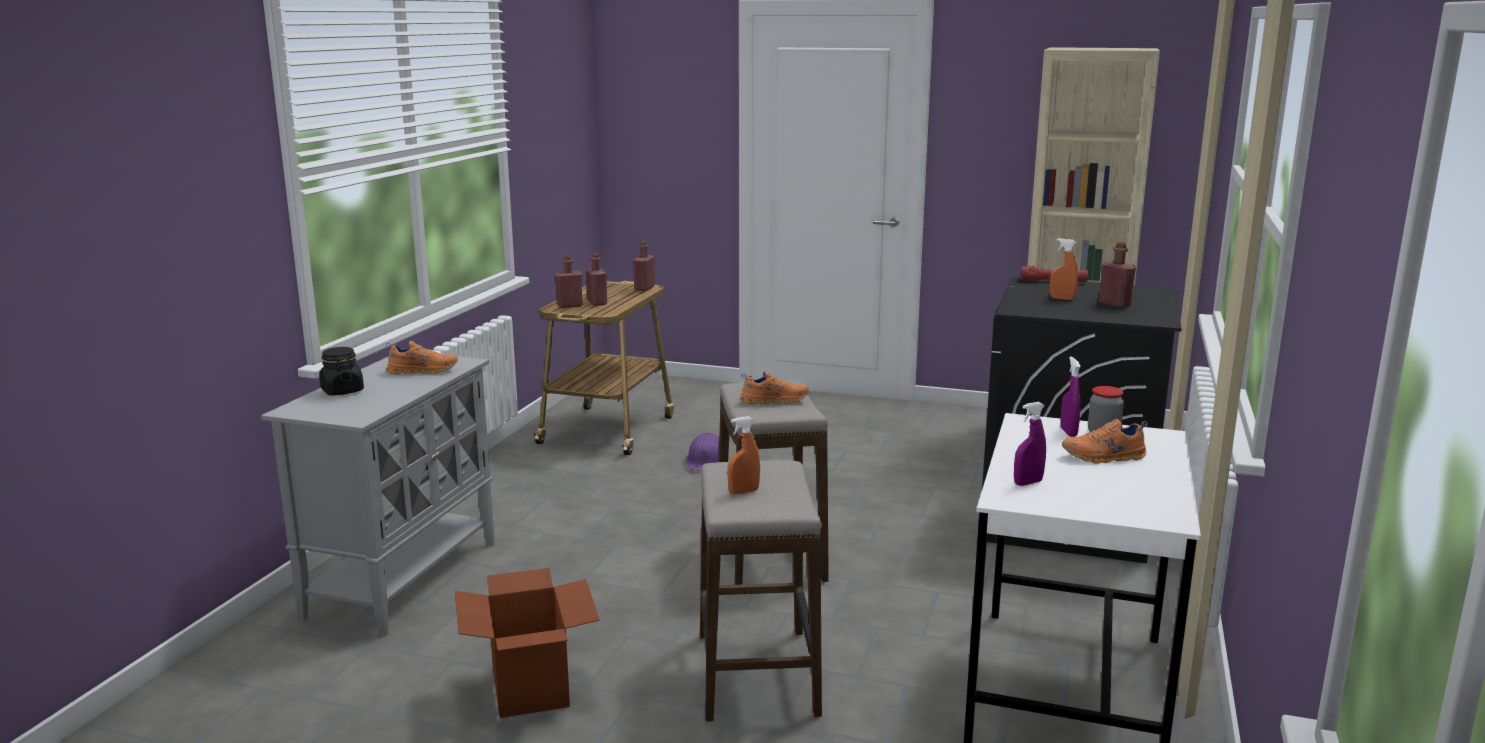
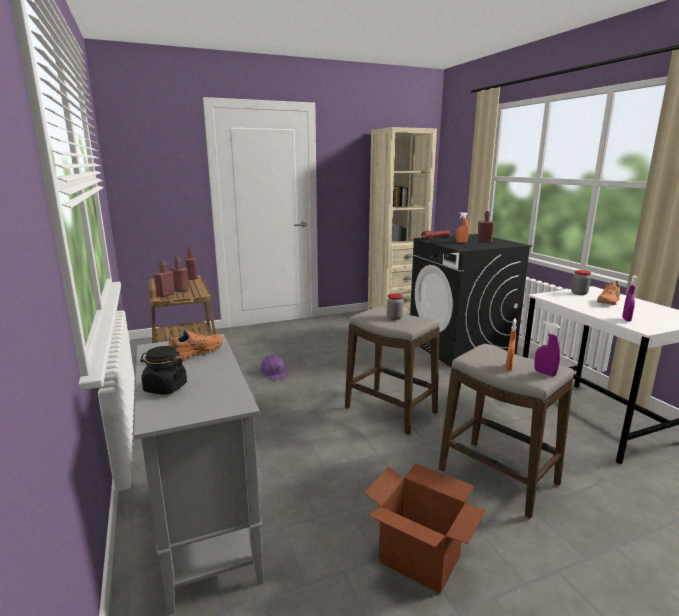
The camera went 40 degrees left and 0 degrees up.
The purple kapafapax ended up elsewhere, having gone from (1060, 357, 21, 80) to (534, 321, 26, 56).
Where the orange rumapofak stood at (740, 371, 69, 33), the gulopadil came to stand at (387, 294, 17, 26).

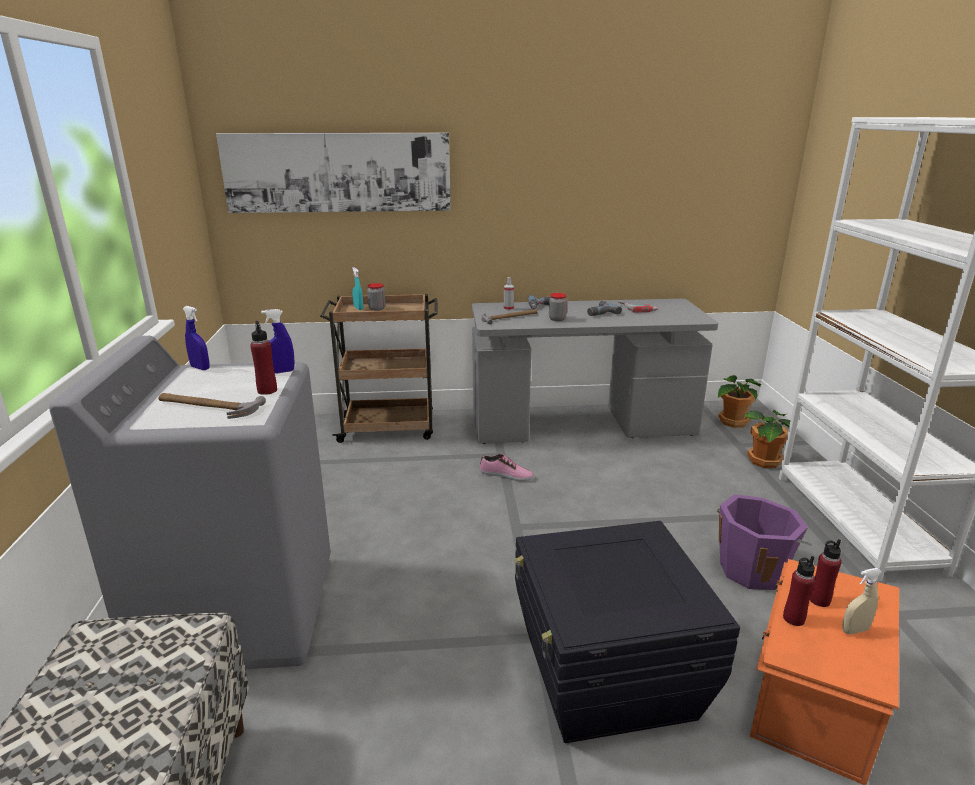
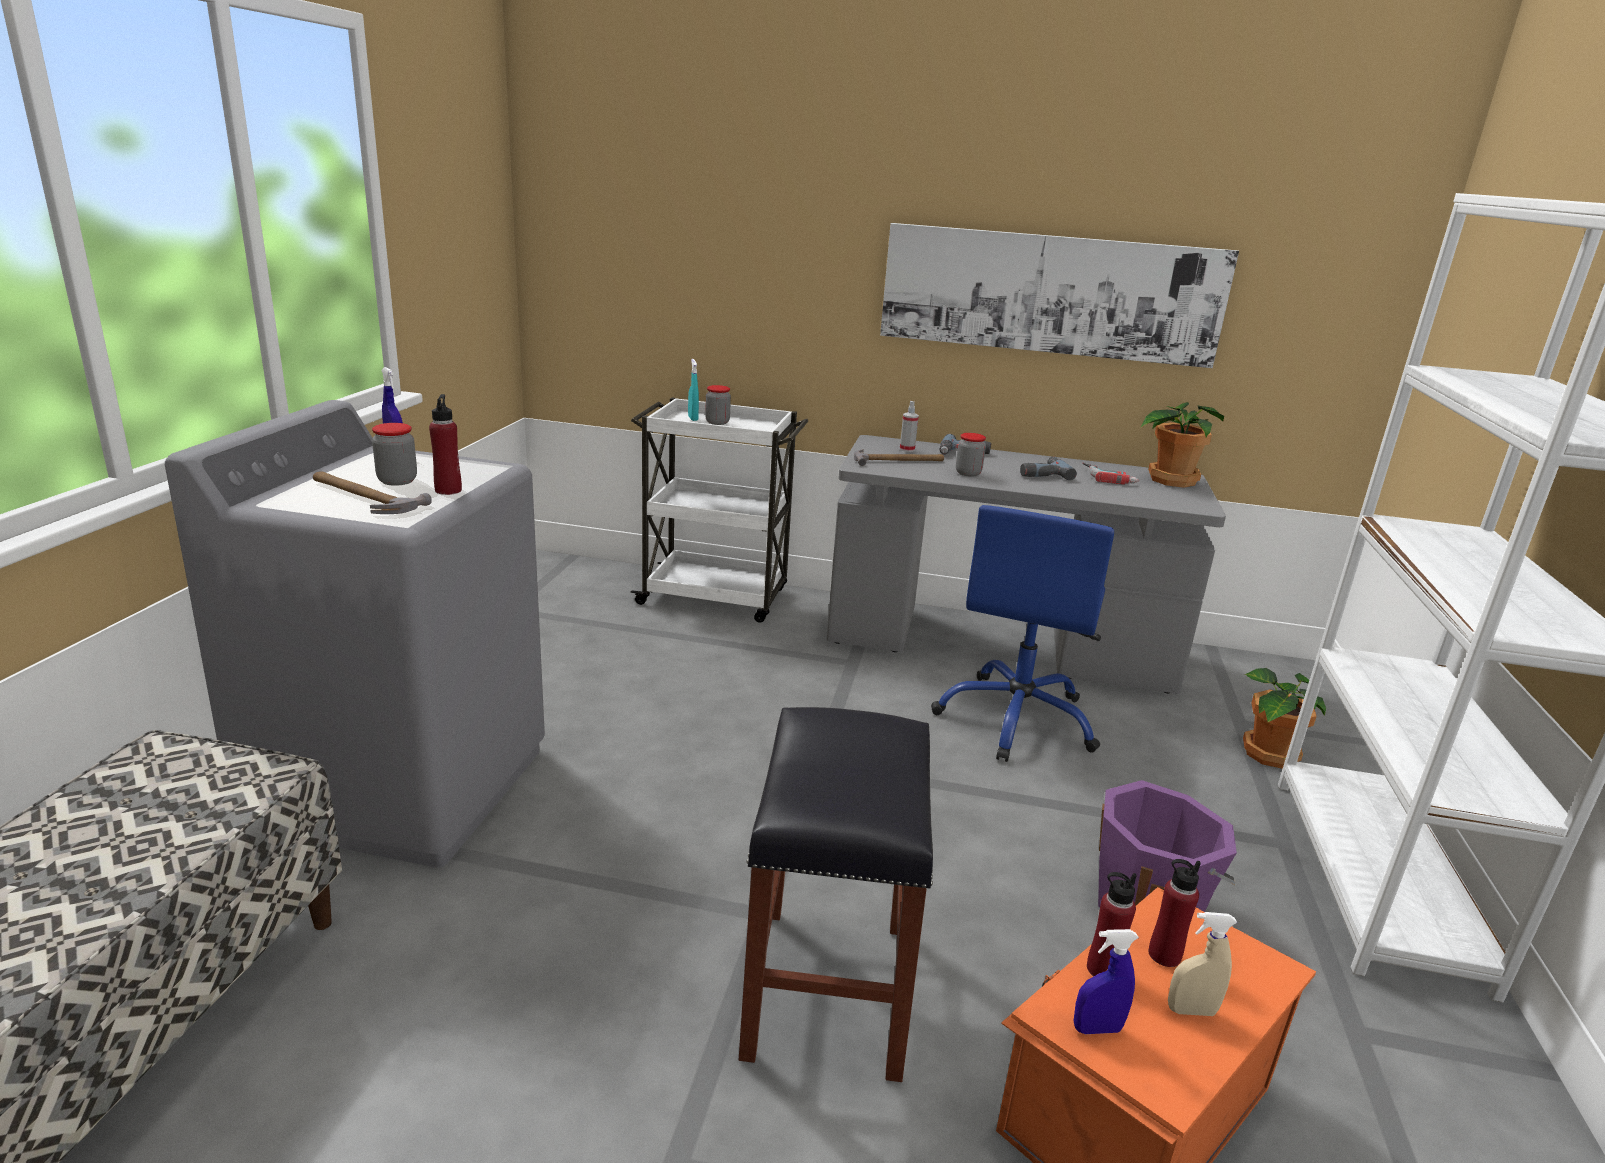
The camera went 15 degrees right and 0 degrees up.
The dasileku ended up elsewhere, having gone from (216, 133, 235, 80) to (880, 223, 359, 145).
What was the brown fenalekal at (320, 294, 118, 149) turned into the white fenalekal at (631, 398, 177, 225).
The blue kapafapax ended up elsewhere, having gone from (261, 309, 33, 65) to (1074, 929, 65, 105).
The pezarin ended up elsewhere, having gone from (718, 375, 43, 53) to (1141, 402, 83, 86).
The second view lost the rumapofak at (480, 454, 54, 27).
Where the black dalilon stood at (515, 521, 225, 222), the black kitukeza came to stand at (739, 707, 194, 375).
The second view gained the gulopadil at (372, 423, 45, 63).
The second view gained the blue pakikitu at (931, 505, 183, 257).

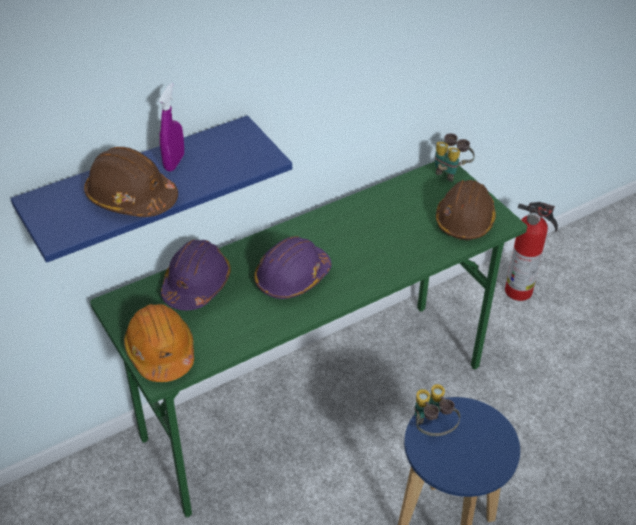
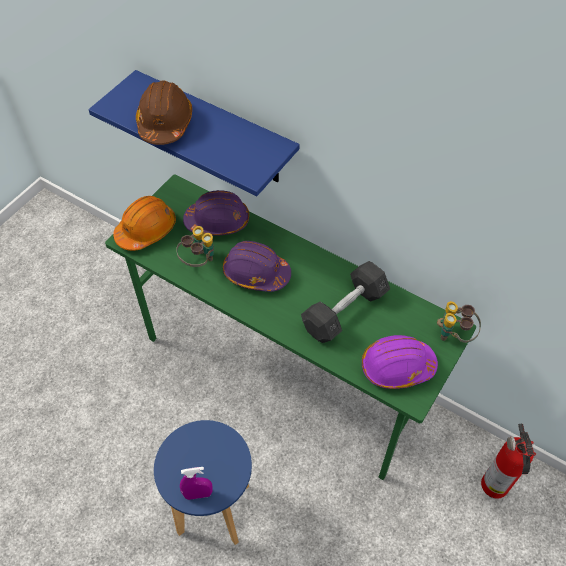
The camera went 65 degrees right and 10 degrees up.
The purple kapafapax ended up elsewhere, having gone from (159, 83, 25, 89) to (180, 467, 33, 33).
What was the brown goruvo at (436, 180, 60, 60) turned into the purple goruvo at (362, 335, 76, 54).
The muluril ended up elsewhere, having gone from (415, 384, 45, 52) to (176, 226, 38, 41).
The second view gained the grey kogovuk at (301, 261, 89, 82).

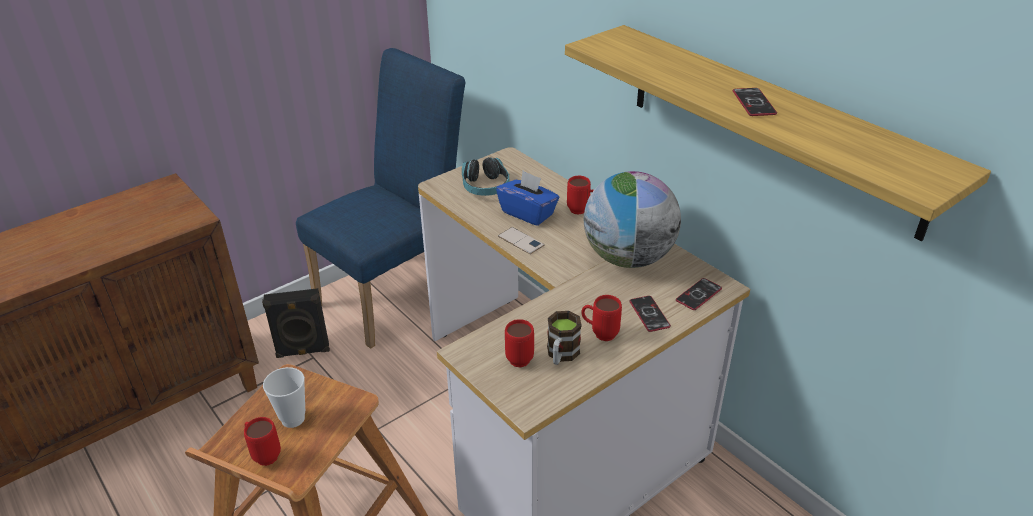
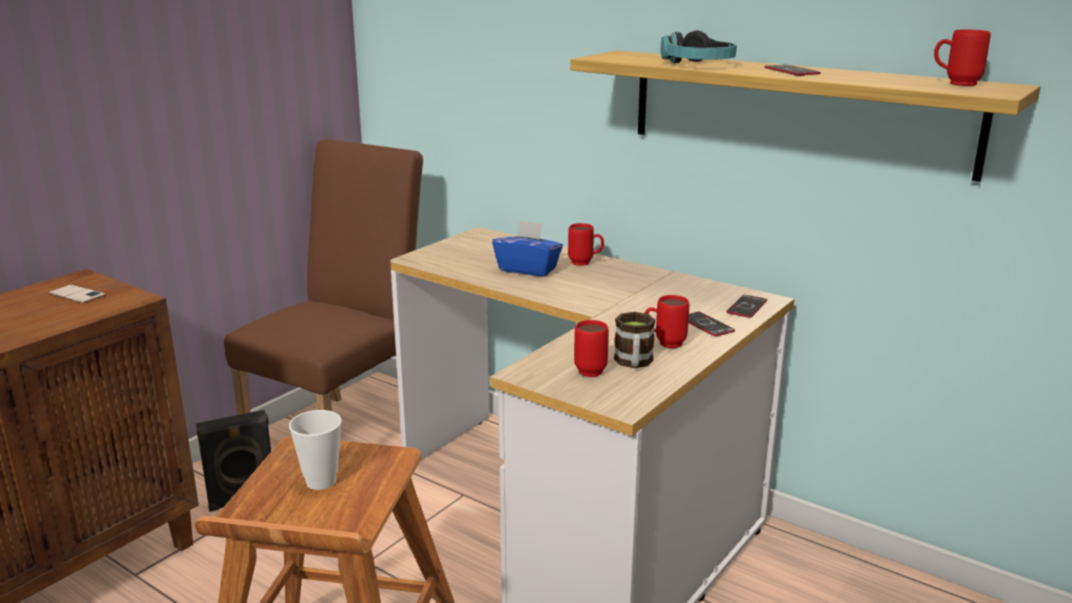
The camera went 15 degrees left and 15 degrees down.
What was the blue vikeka at (296, 48, 170, 301) turned into the brown vikeka at (224, 139, 199, 276).
The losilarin ended up elsewhere, having gone from (462, 157, 47, 39) to (661, 30, 76, 33).
The second view lost the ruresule at (584, 171, 97, 97).
The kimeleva ended up elsewhere, having gone from (498, 227, 46, 27) to (49, 284, 57, 19).
The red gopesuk ended up elsewhere, having gone from (244, 417, 37, 49) to (934, 30, 57, 56).

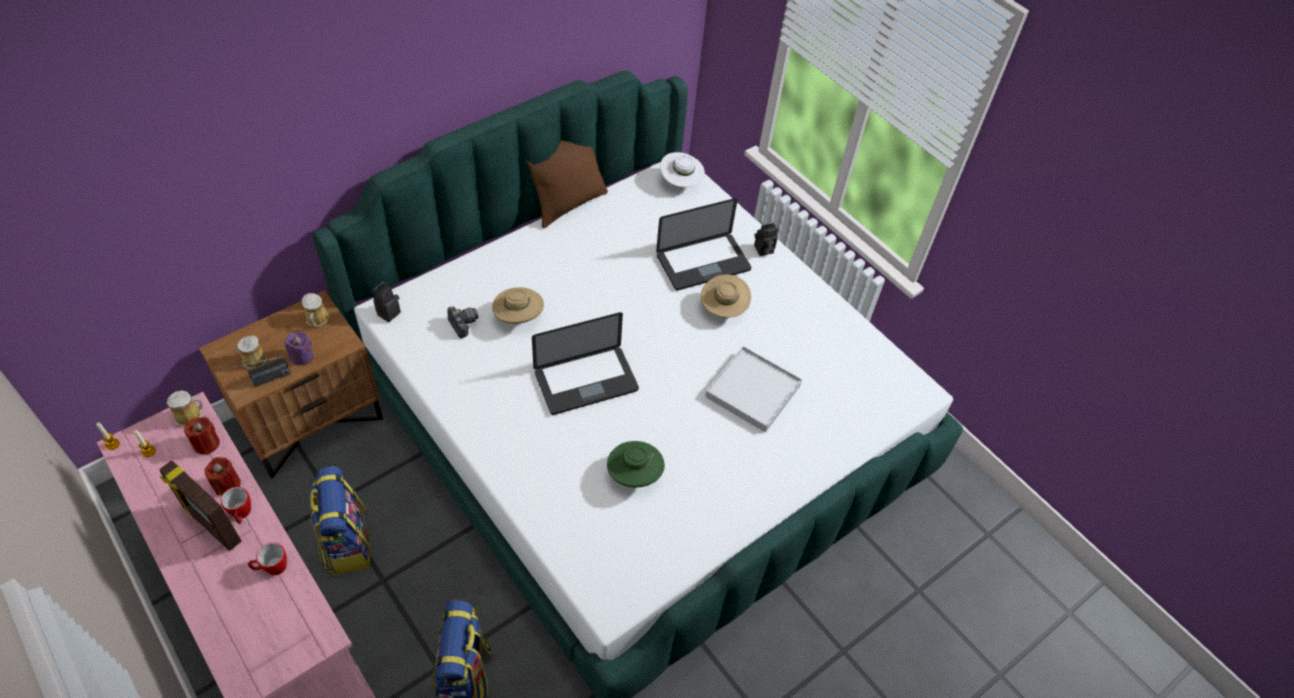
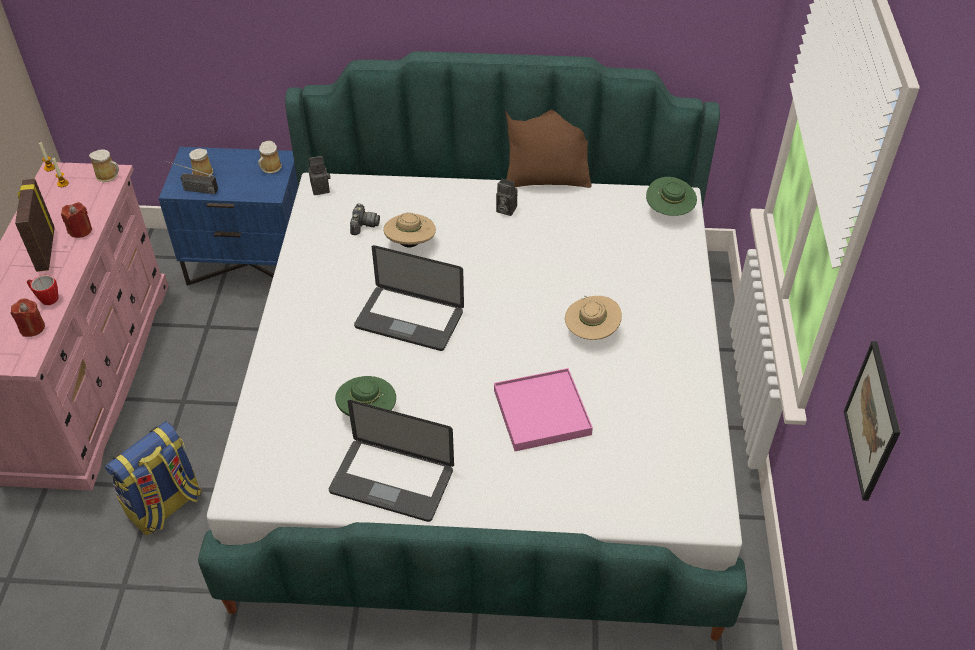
The camera went 45 degrees right and 5 degrees down.
What was the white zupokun at (660, 152, 45, 35) turned into the green zupokun at (646, 177, 51, 39).
The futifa ended up elsewhere, having gone from (656, 198, 95, 92) to (329, 400, 125, 122).
The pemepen ended up elsewhere, having gone from (754, 223, 24, 33) to (496, 179, 21, 37).
What was the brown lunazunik at (199, 290, 184, 189) turned into the blue lunazunik at (159, 147, 139, 139).
The second view lost the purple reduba at (285, 331, 29, 34).
What was the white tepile at (705, 346, 97, 87) turned into the pink tepile at (494, 368, 99, 83).
The red reduba ended up elsewhere, having gone from (184, 417, 36, 38) to (11, 299, 34, 38).
The second view lost the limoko at (309, 466, 61, 109).
The second view lost the gopesuk at (221, 487, 30, 37).
The second view gained the dasileku at (844, 341, 57, 160).

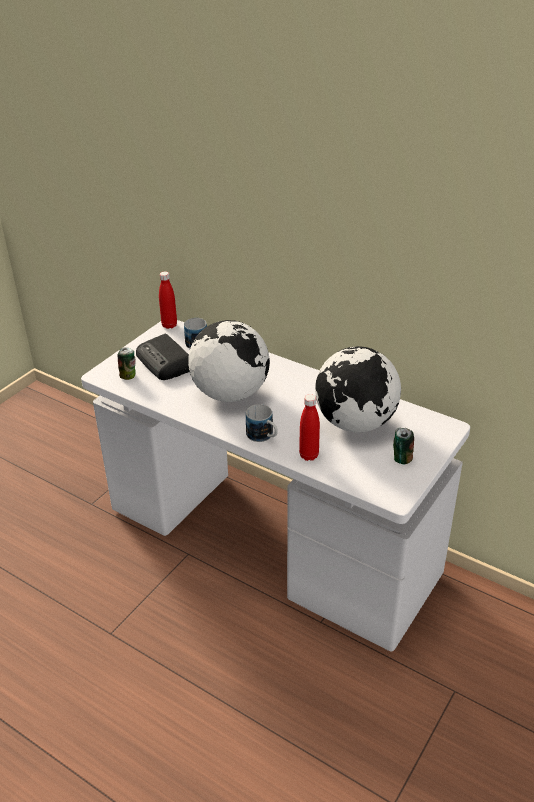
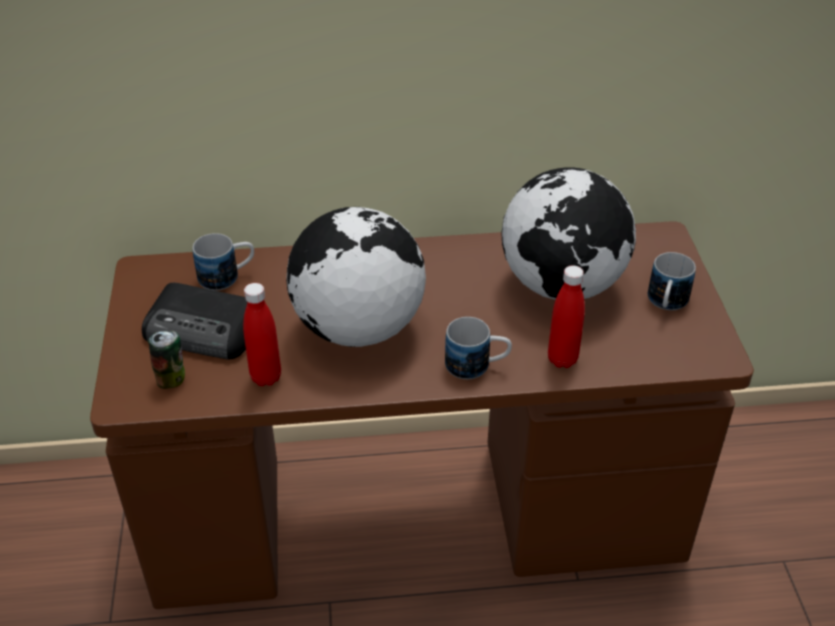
The camera went 40 degrees left and 5 degrees up.
The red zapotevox ended up elsewhere, having gone from (159, 271, 18, 58) to (243, 283, 38, 103).
What was the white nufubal at (81, 320, 389, 331) turned into the brown nufubal at (90, 221, 664, 388).
Where the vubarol stood at (393, 428, 21, 36), the gopesuk came to stand at (648, 252, 48, 58).

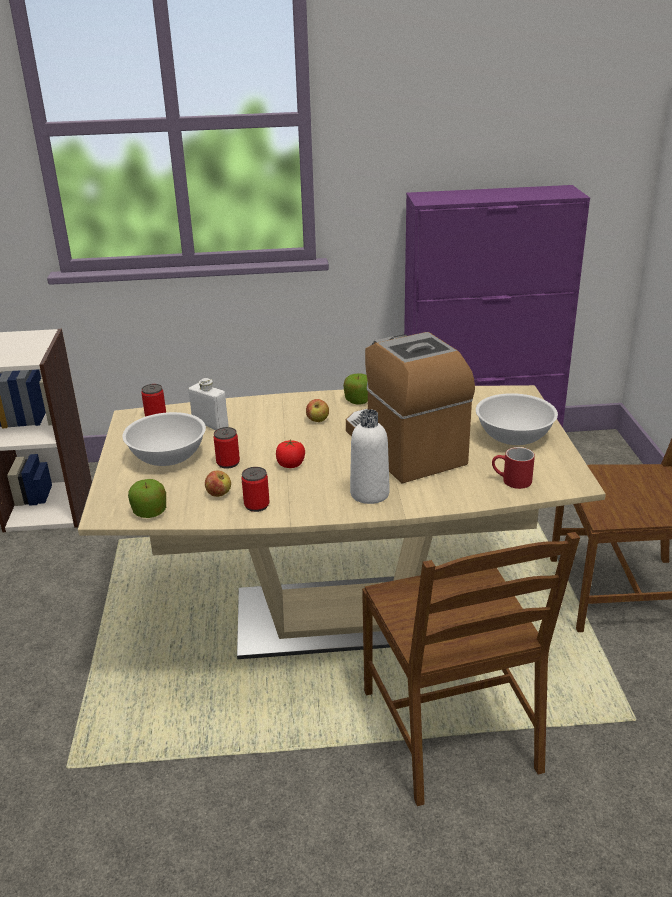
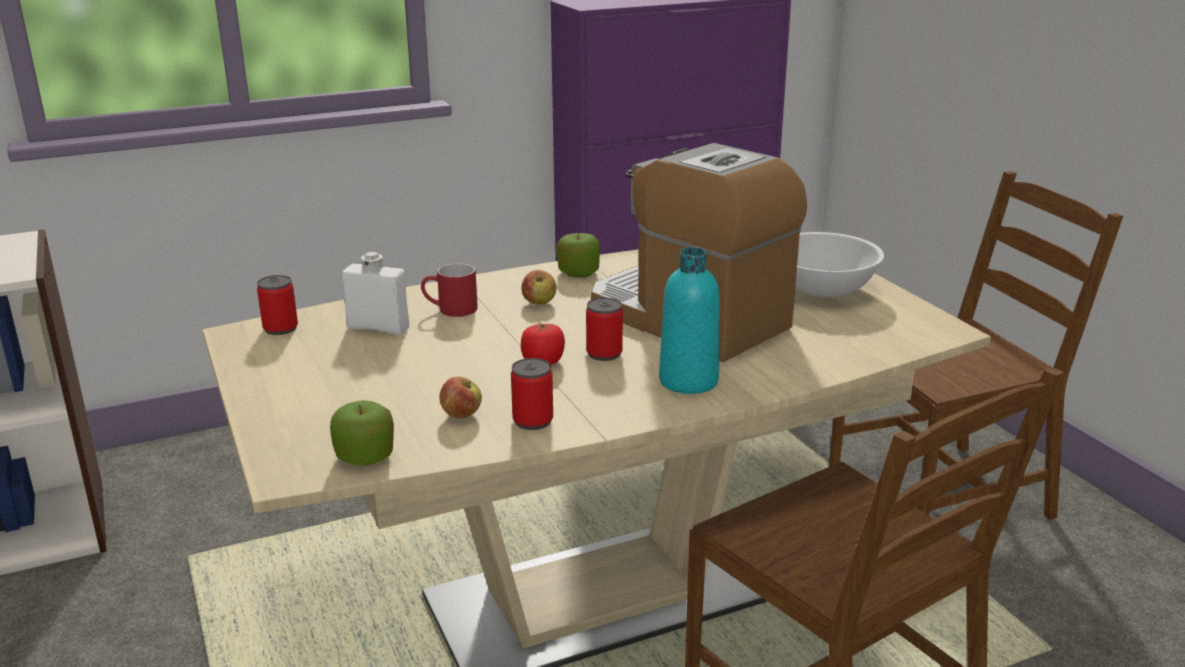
The camera went 20 degrees left and 5 degrees down.
What was the white zapotevox at (350, 409, 40, 95) turned into the turquoise zapotevox at (659, 247, 61, 147).
The second view lost the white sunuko at (122, 412, 84, 54).
The vubarol ended up elsewhere, having gone from (214, 427, 26, 42) to (586, 298, 37, 63).
The red gopesuk ended up elsewhere, having gone from (492, 447, 43, 42) to (421, 263, 57, 54).

